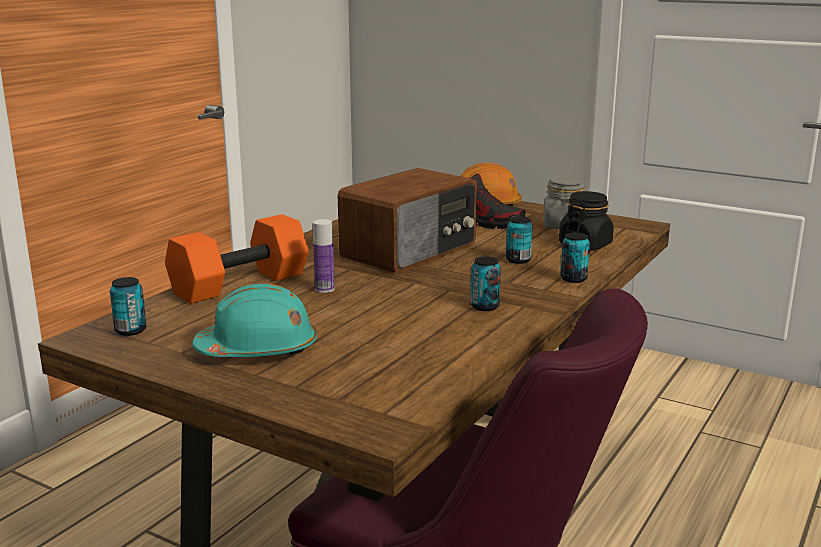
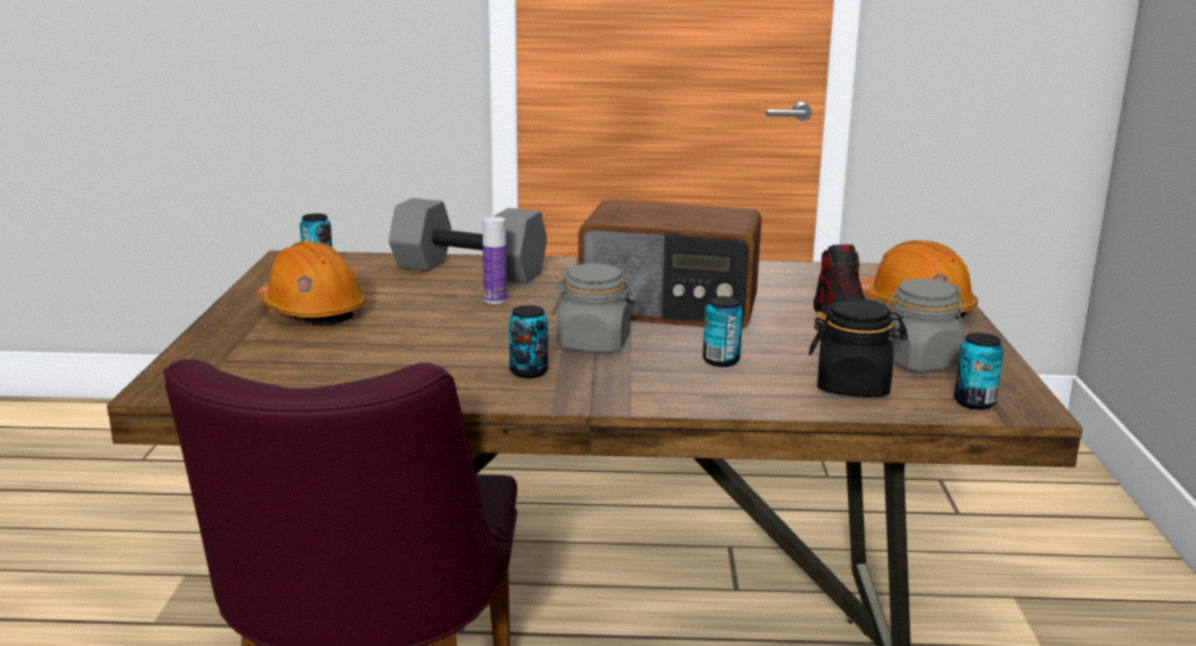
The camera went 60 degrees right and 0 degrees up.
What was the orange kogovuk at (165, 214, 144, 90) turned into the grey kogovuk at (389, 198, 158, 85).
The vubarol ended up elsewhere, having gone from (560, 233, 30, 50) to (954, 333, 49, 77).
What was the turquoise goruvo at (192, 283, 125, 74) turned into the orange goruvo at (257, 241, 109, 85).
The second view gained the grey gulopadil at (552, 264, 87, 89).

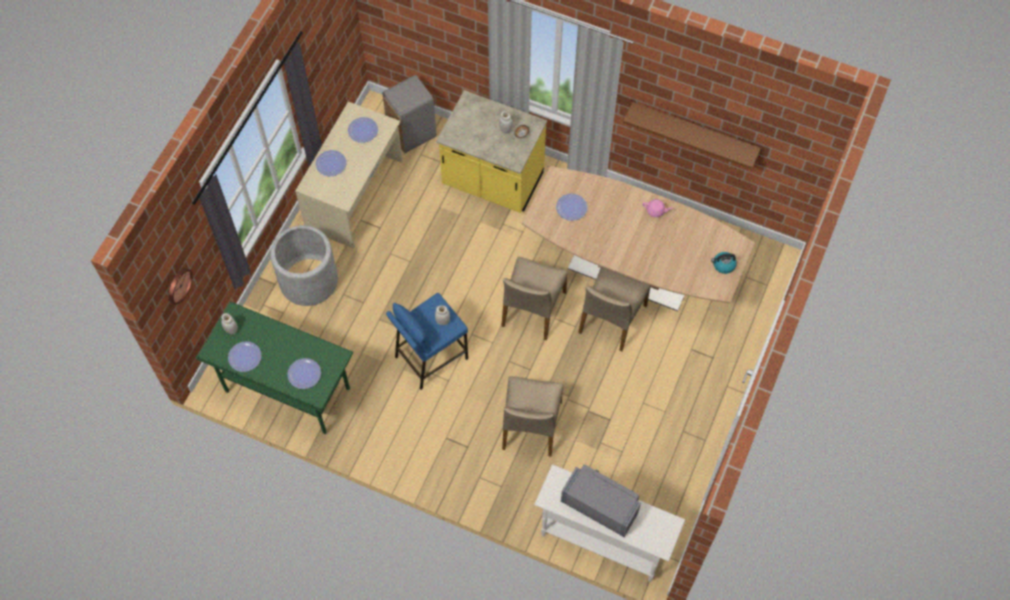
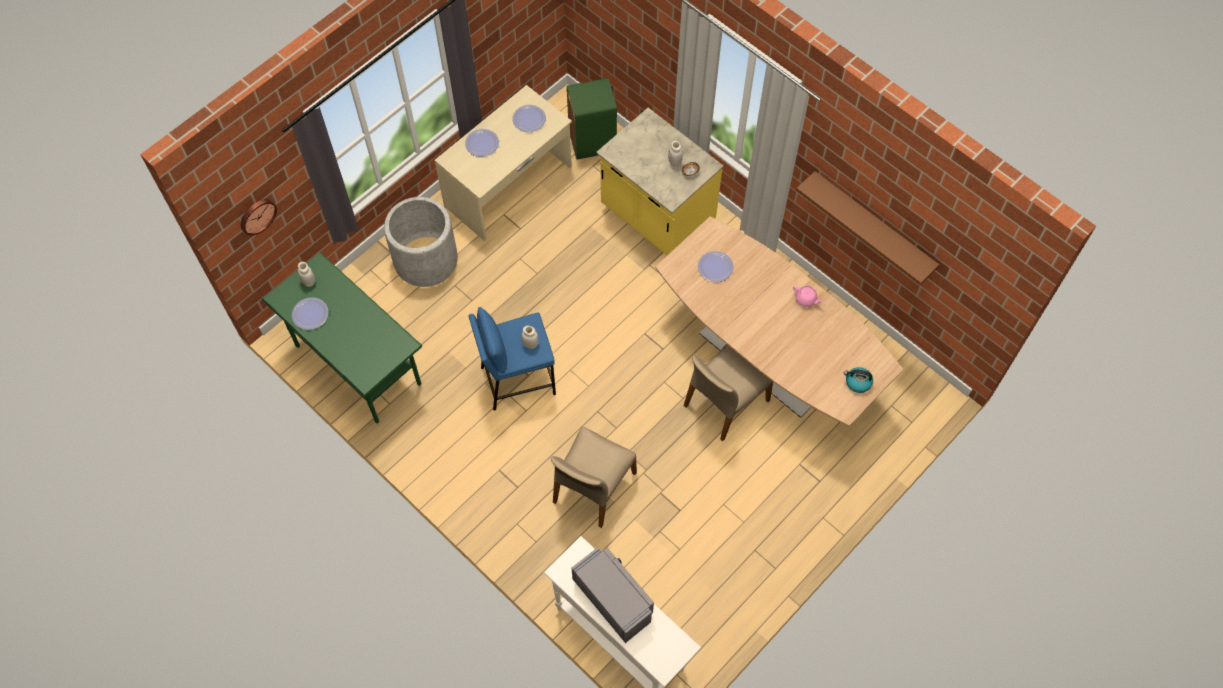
The camera went 20 degrees right and 0 degrees up.
What was the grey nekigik at (382, 75, 55, 78) turned into the green nekigik at (567, 78, 50, 82).
The second view lost the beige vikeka at (501, 257, 67, 83).
The second view lost the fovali at (287, 358, 34, 31).

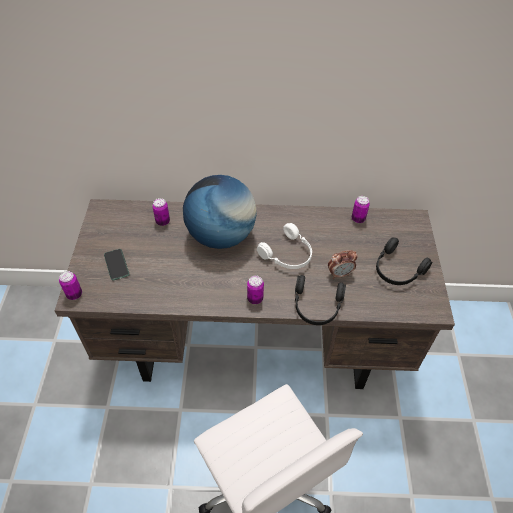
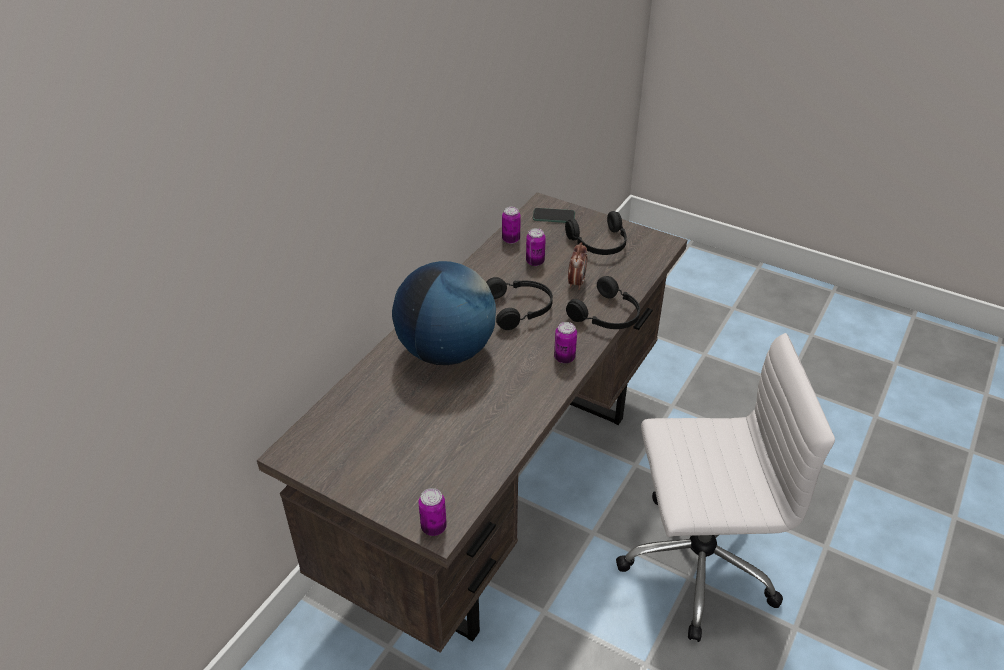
The camera went 60 degrees left and 10 degrees down.
The vubarol ended up elsewhere, having gone from (152, 198, 18, 28) to (526, 228, 20, 38).
What was the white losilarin at (257, 223, 55, 46) turned into the black losilarin at (486, 277, 67, 53).
The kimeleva ended up elsewhere, having gone from (104, 249, 25, 31) to (533, 208, 42, 15).

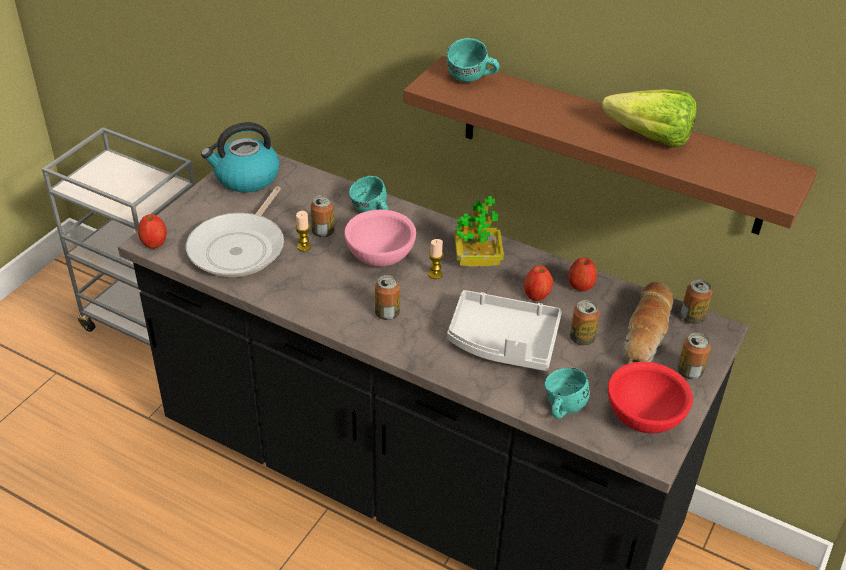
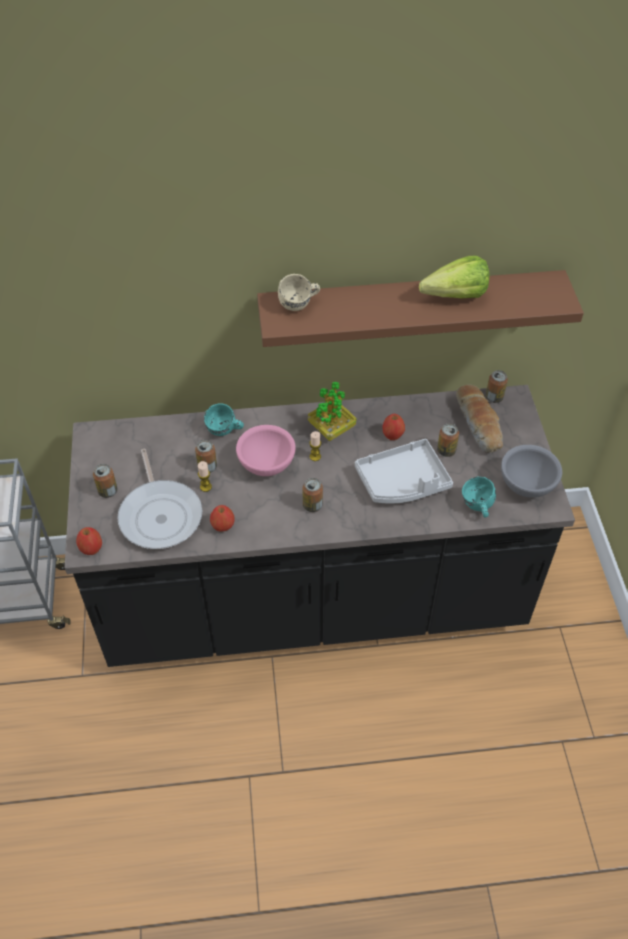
The camera went 35 degrees left and 10 degrees up.
What was the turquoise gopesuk at (447, 38, 53, 44) turned into the beige gopesuk at (278, 274, 42, 37).
The second view lost the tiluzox at (201, 122, 79, 70).
The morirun ended up elsewhere, having gone from (568, 257, 29, 34) to (210, 505, 25, 27).
The vubarol ended up elsewhere, having gone from (677, 333, 34, 47) to (93, 464, 24, 34).
What was the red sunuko at (608, 362, 85, 71) turned into the grey sunuko at (501, 445, 61, 53).

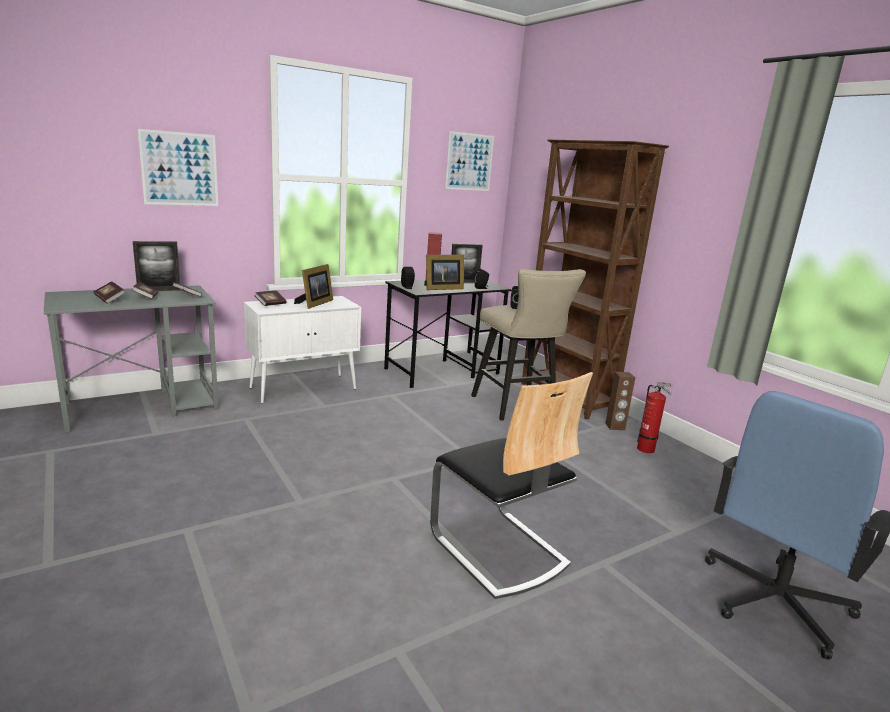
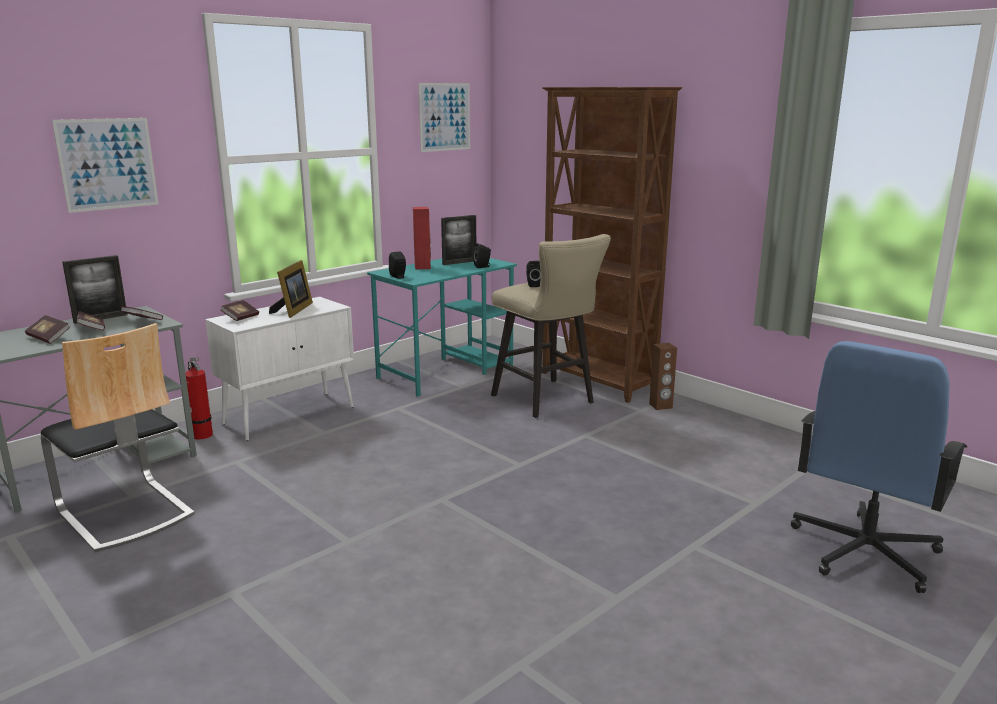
The camera went 10 degrees left and 0 degrees up.
The second view lost the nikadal at (424, 255, 40, 35).
What was the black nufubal at (384, 279, 127, 109) turned into the turquoise nufubal at (367, 258, 150, 139).
The vikeka ended up elsewhere, having gone from (430, 372, 163, 227) to (41, 323, 154, 229).
The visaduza ended up elsewhere, having gone from (637, 382, 36, 71) to (185, 357, 28, 83).

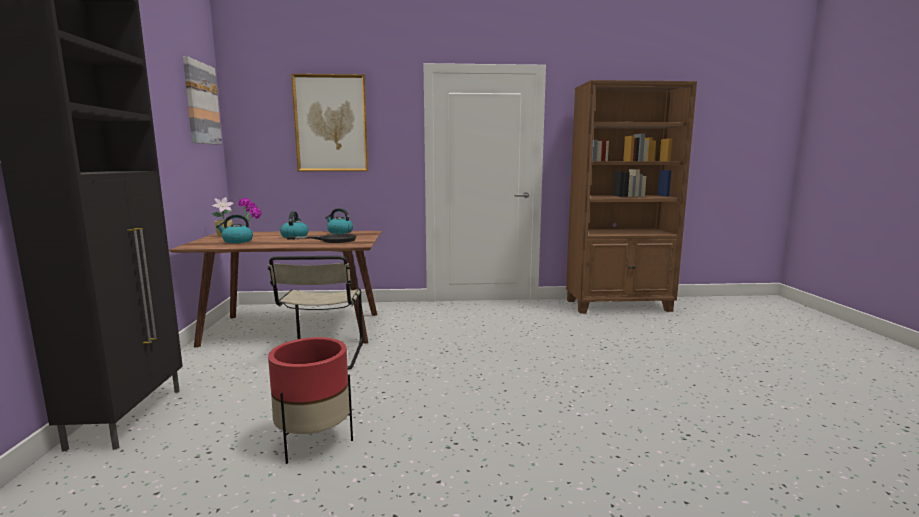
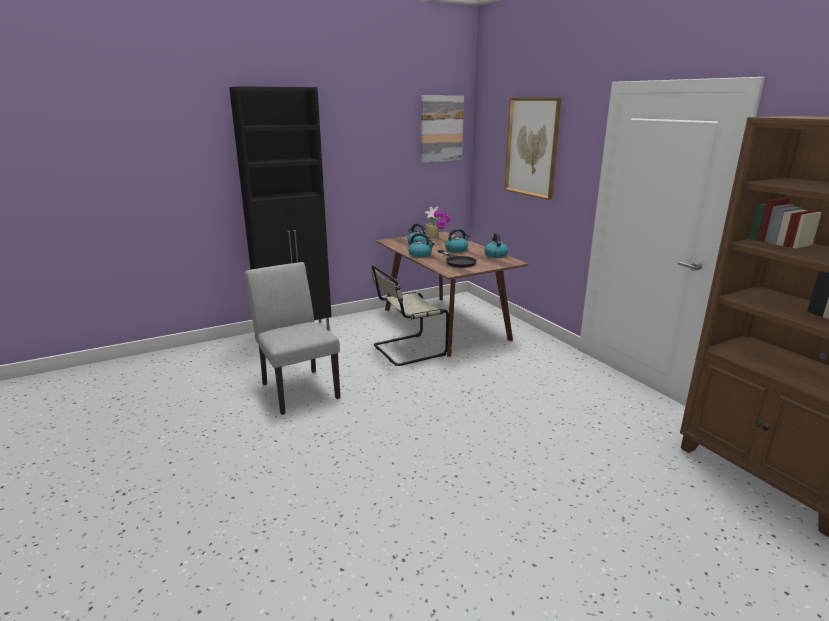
The camera went 65 degrees right and 10 degrees up.
Where the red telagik stood at (268, 337, 85, 127), the grey vikeka came to stand at (244, 262, 96, 153).
The second view gained the tiluzox at (408, 233, 27, 25).

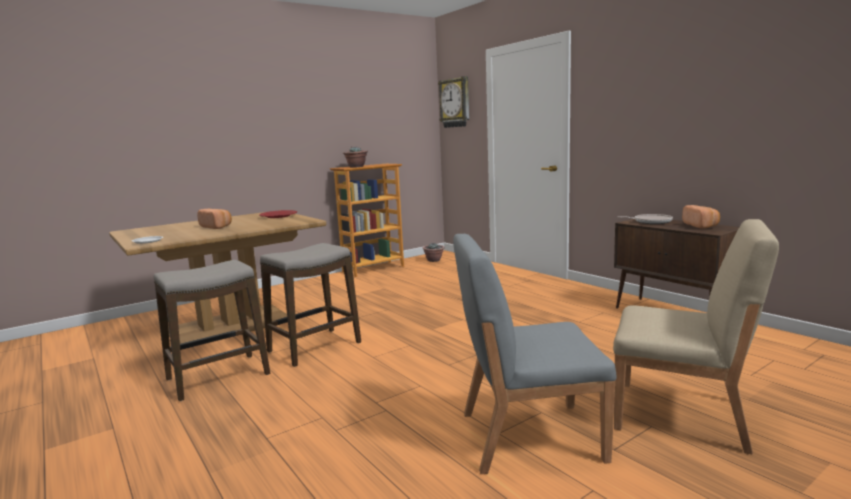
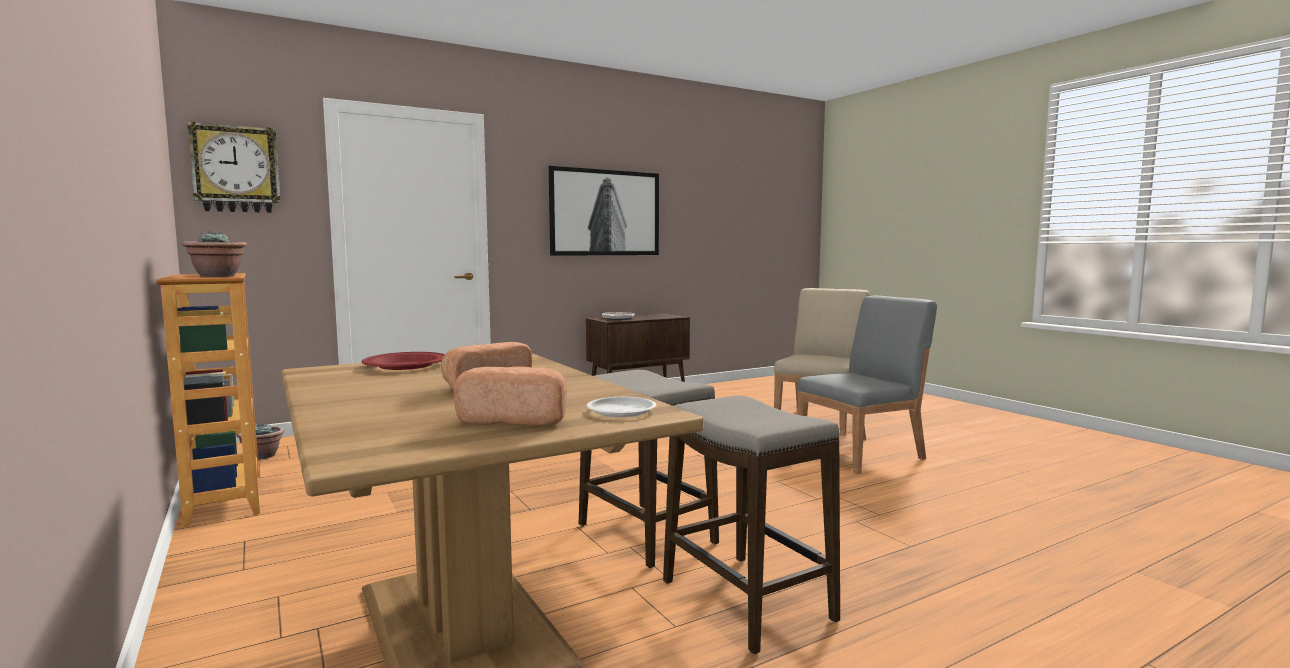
The camera went 85 degrees left and 5 degrees down.
The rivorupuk ended up elsewhere, having gone from (682, 205, 38, 24) to (454, 366, 113, 60).
The grey vikeka at (453, 234, 164, 240) ended up facing another way, 120 degrees counterclockwise from before.
The second view gained the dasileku at (549, 166, 110, 90).

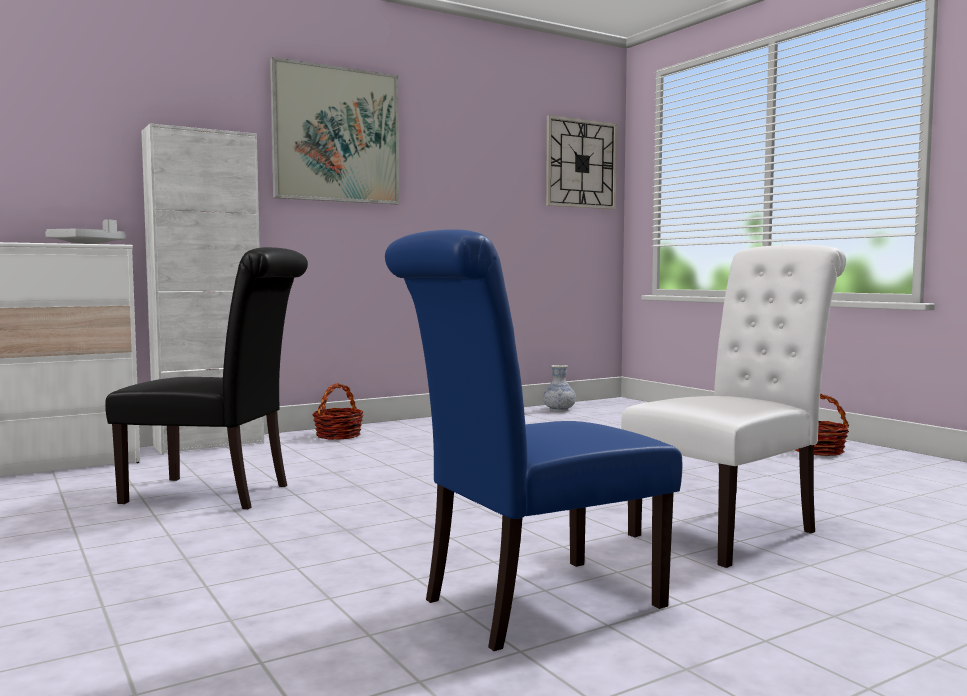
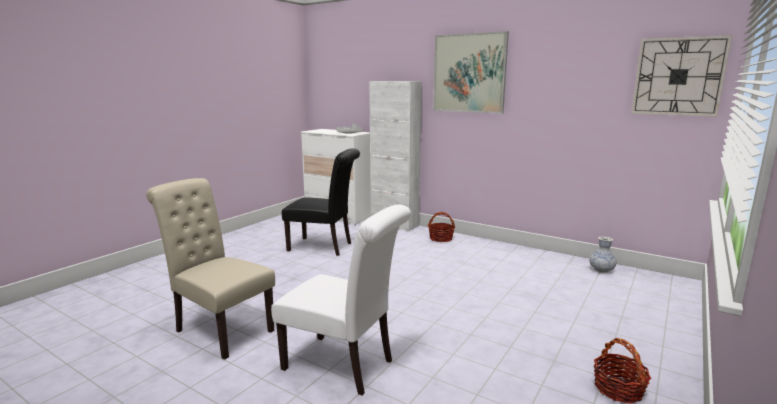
The camera went 65 degrees right and 10 degrees up.
What was the blue vikeka at (385, 229, 297, 422) turned into the beige vikeka at (146, 178, 129, 181).
The black vikeka at (105, 247, 203, 262) ended up facing another way, 60 degrees counterclockwise from before.

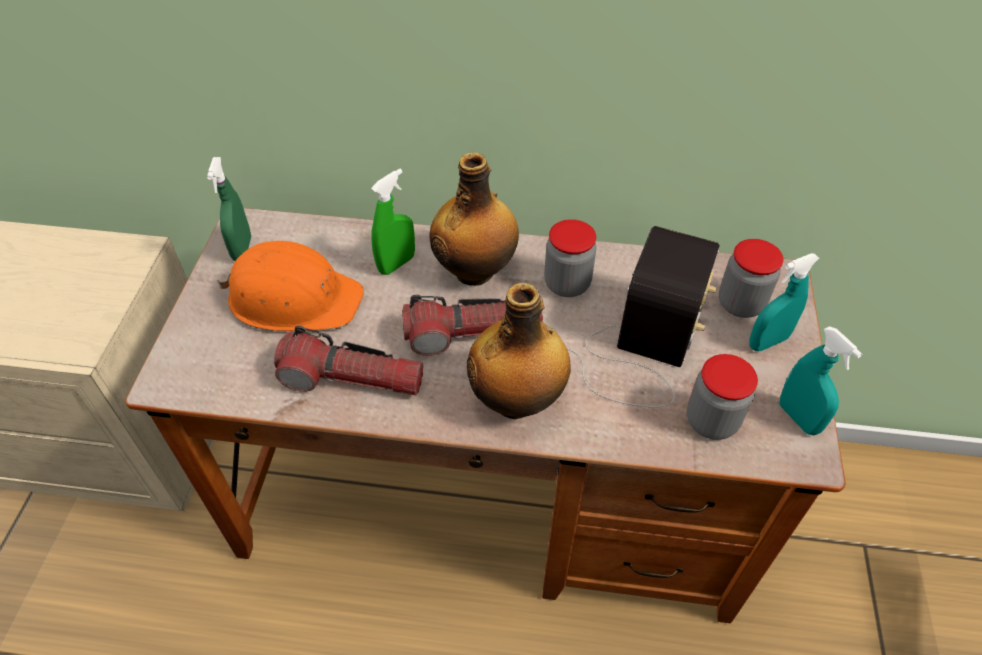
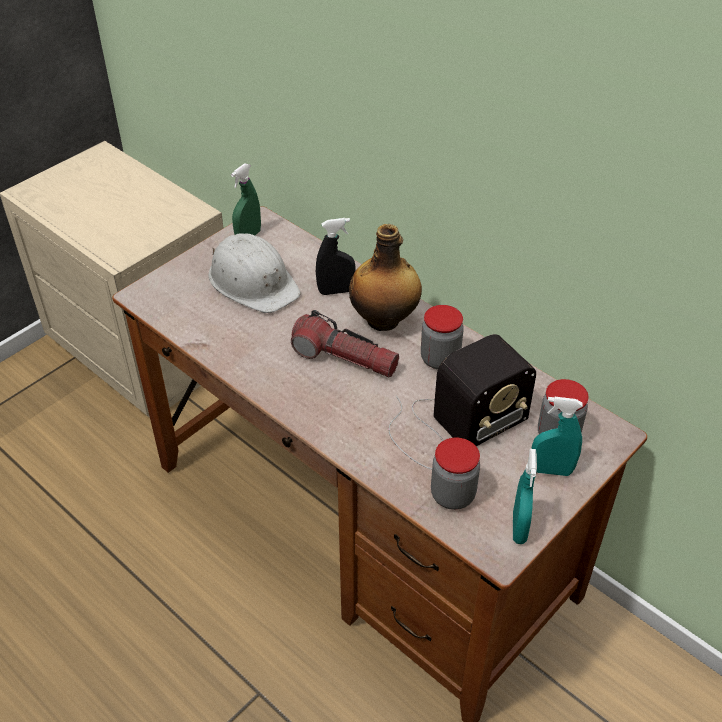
The camera went 35 degrees right and 5 degrees down.
What was the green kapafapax at (371, 169, 44, 106) turned into the black kapafapax at (316, 218, 40, 77).
What was the orange goruvo at (217, 241, 147, 90) turned into the white goruvo at (209, 233, 92, 80).
The second view lost the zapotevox at (467, 283, 104, 137).
The second view lost the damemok at (274, 326, 149, 69).

